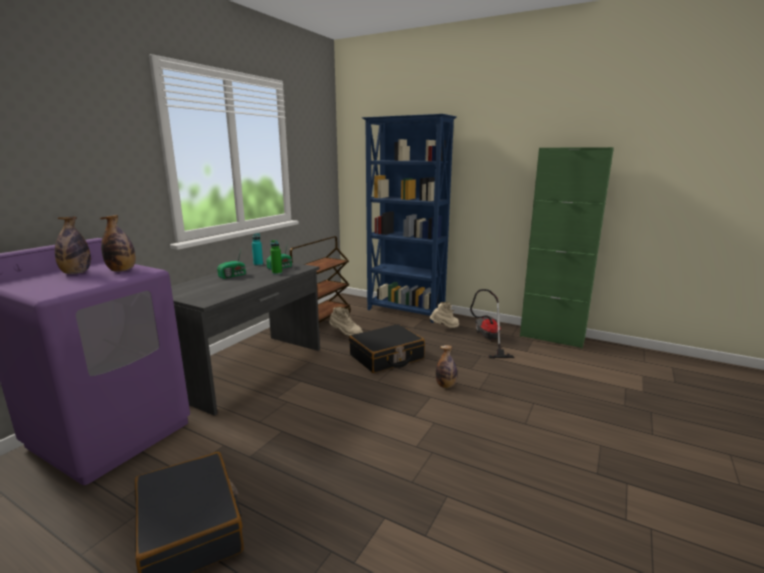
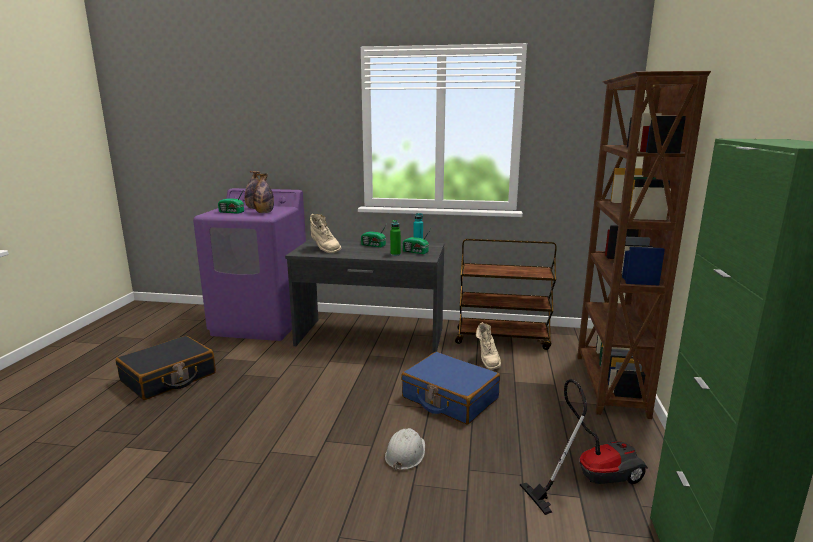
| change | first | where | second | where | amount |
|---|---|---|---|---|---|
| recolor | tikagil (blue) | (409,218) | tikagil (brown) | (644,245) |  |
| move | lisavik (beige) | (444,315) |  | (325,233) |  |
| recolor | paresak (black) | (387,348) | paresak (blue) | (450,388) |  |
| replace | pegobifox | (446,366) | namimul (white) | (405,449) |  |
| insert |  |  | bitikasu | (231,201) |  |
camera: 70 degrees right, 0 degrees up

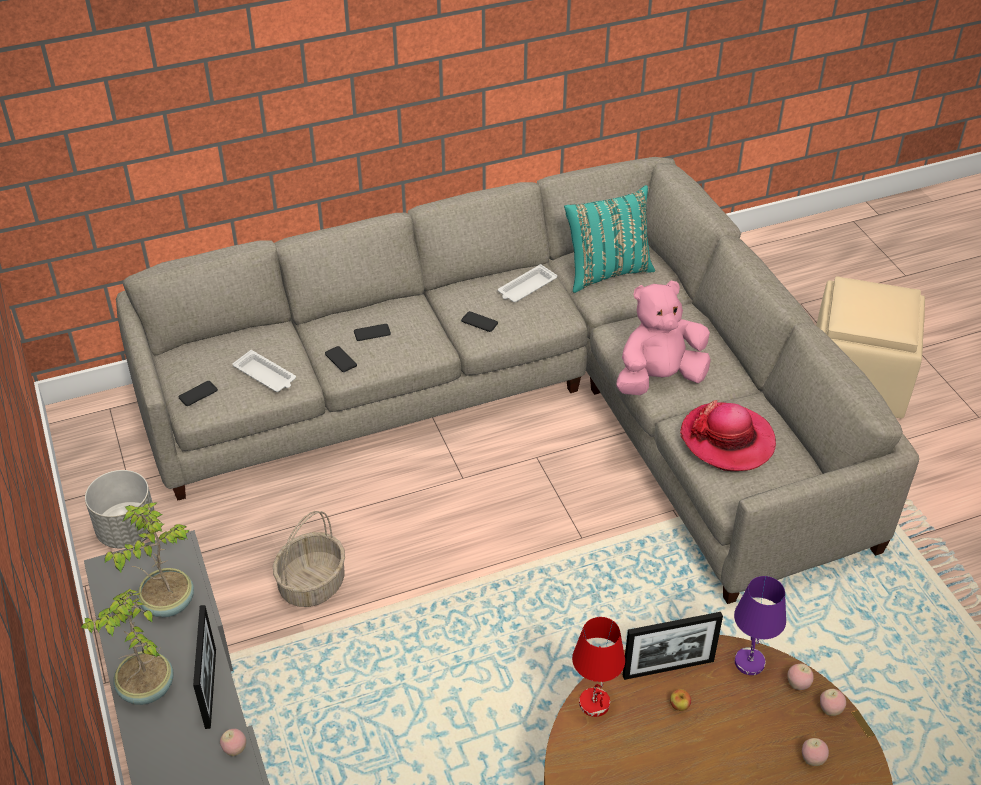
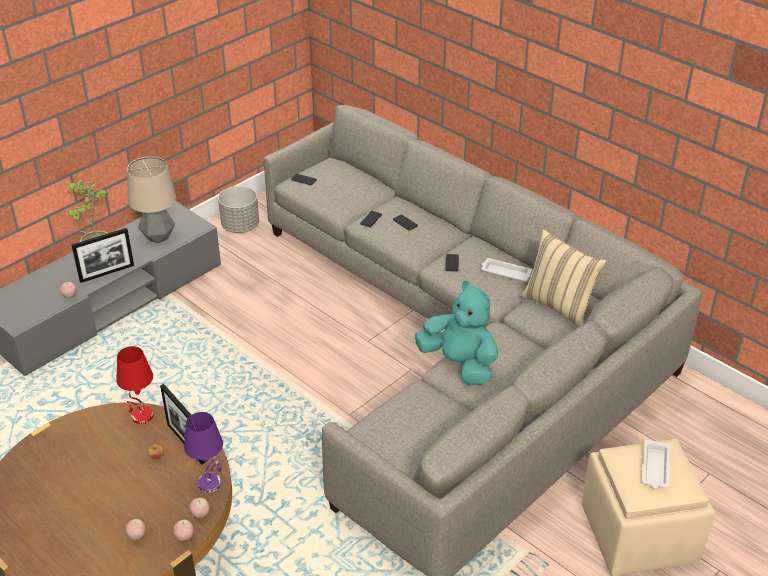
| change | first | where | second | where | amount |
|---|---|---|---|---|---|
| recolor | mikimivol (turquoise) | (609,239) | mikimivol (beige) | (564,278) |  |
| recolor | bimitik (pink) | (663,338) | bimitik (turquoise) | (456,333) |  |
| move | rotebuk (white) | (264,371) |  | (656,464) |  |
| delete | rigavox | (728,435) |  |  |  |
| replace | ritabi | (149,559) | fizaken | (151,199) |  |
| delete | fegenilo | (309,559) |  |  |  |
camera: 65 degrees right, 5 degrees down

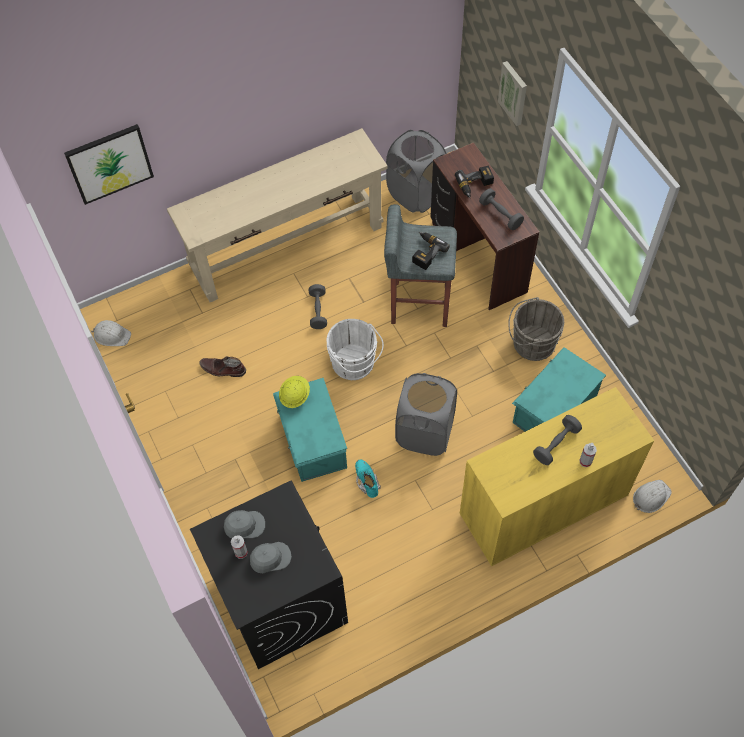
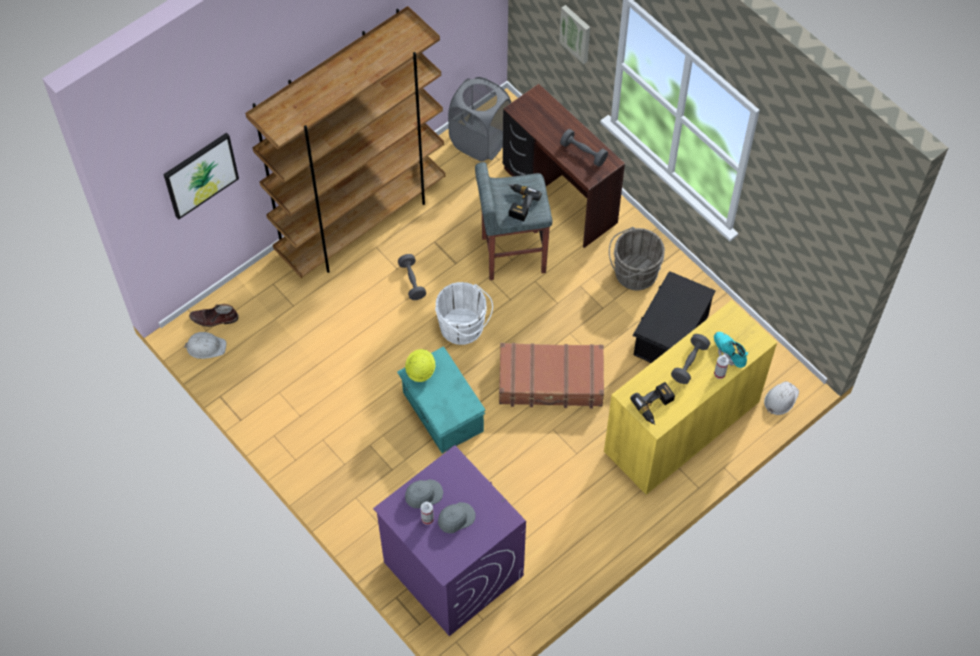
| change | first | where | second | where | amount |
|---|---|---|---|---|---|
| replace | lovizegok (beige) | (277,215) | tikagil (brown) | (345,142) |  |
| move | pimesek | (474,182) |  | (652,403) |  |
| recolor | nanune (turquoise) | (559,389) | nanune (black) | (674,317) |  |
| move | lisavik (brown) | (222,366) |  | (214,315) |  |
| replace | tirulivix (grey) | (426,414) | paresak (brown) | (551,375) |  |
| move | lisavik (turquoise) | (368,479) |  | (731,350) |  |
| recolor | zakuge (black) | (269,575) | zakuge (purple) | (449,541) |  |
camera: 15 degrees left, 0 degrees up

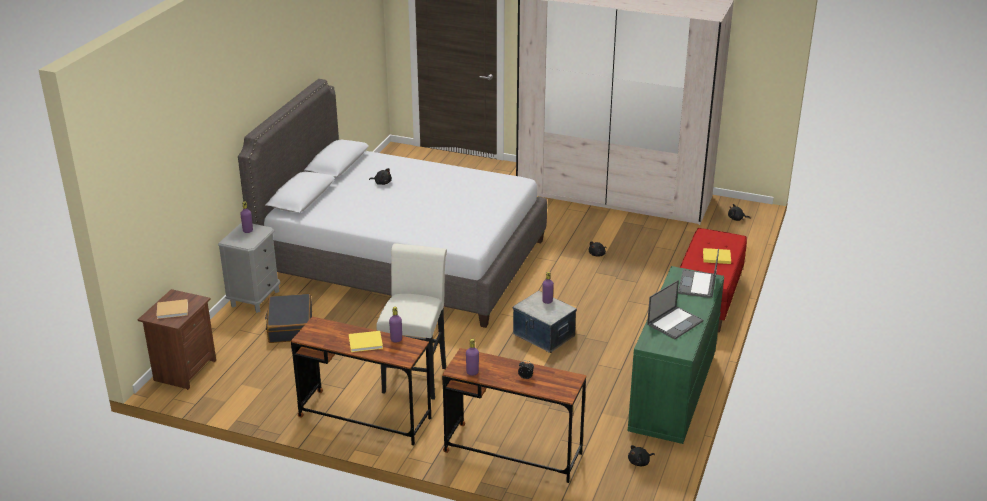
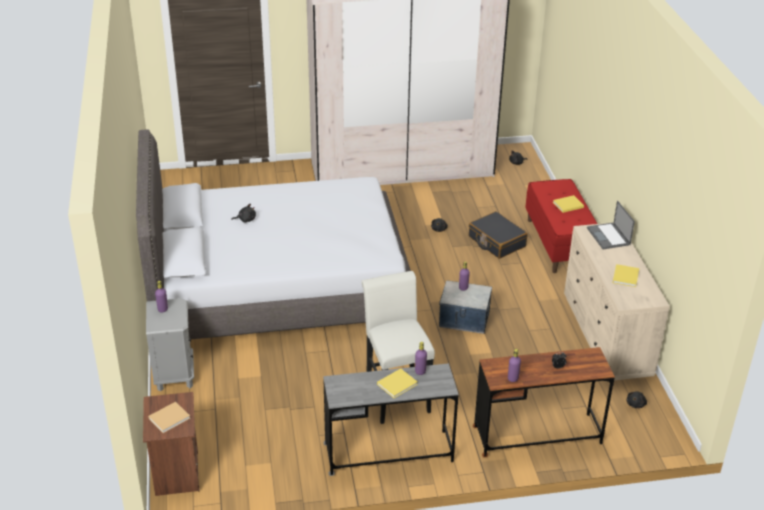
| change | first | where | second | where | amount |
|---|---|---|---|---|---|
| recolor | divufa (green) | (676,355) | divufa (beige) | (617,301) |  |
| replace | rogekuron | (675,309) | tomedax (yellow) | (626,275) |  |
| move | paresak (black) | (288,318) |  | (498,235) |  |
| recolor | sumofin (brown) | (361,381) | sumofin (grey) | (391,419) |  |
camera: 30 degrees left, 5 degrees up

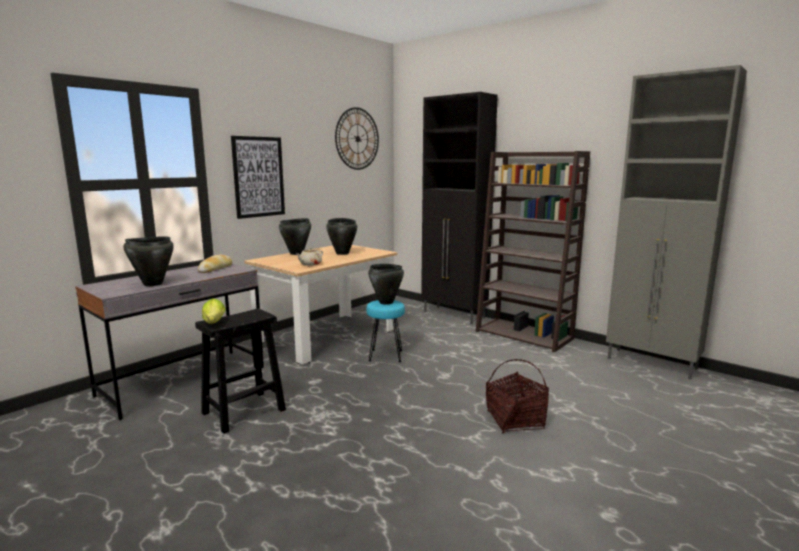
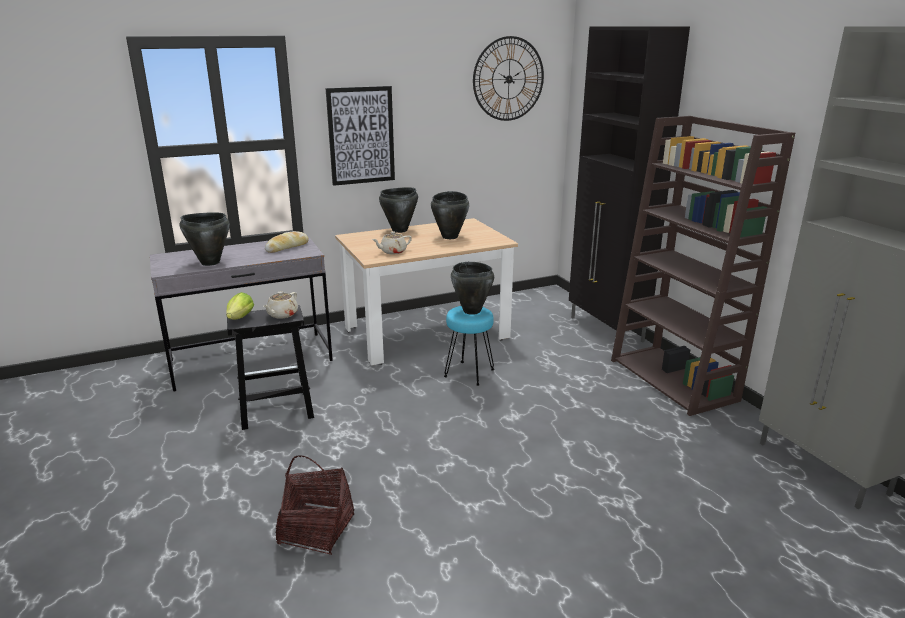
| change | first | where | second | where | amount |
|---|---|---|---|---|---|
| move | fegenilo | (517,396) |  | (314,505) |  |
| insert |  |  | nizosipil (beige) | (280,305) |  |
camera: 25 degrees right, 10 degrees up

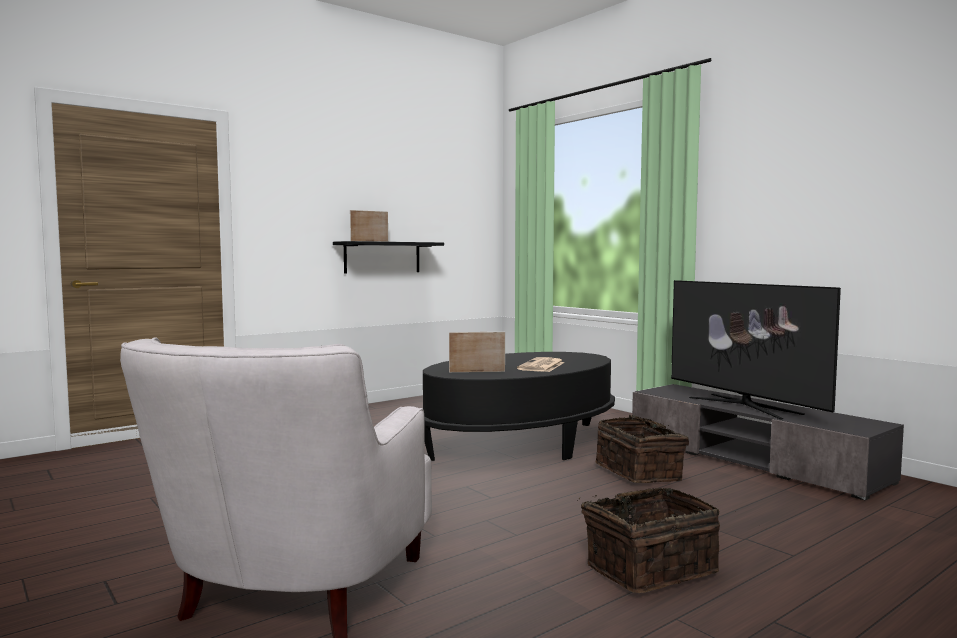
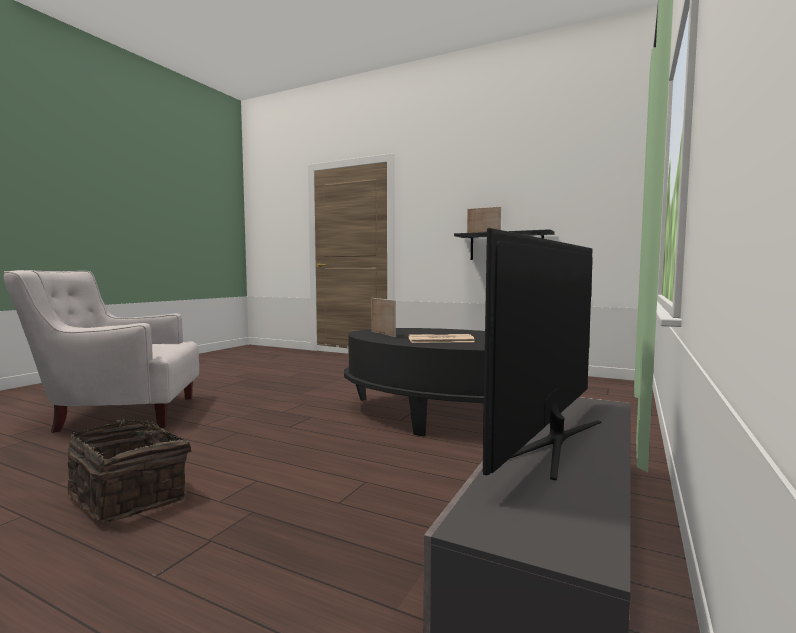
| change | first | where | second | where | amount |
|---|---|---|---|---|---|
| delete | fegenilo | (642,449) |  |  |  |
camera: 65 degrees right, 0 degrees up

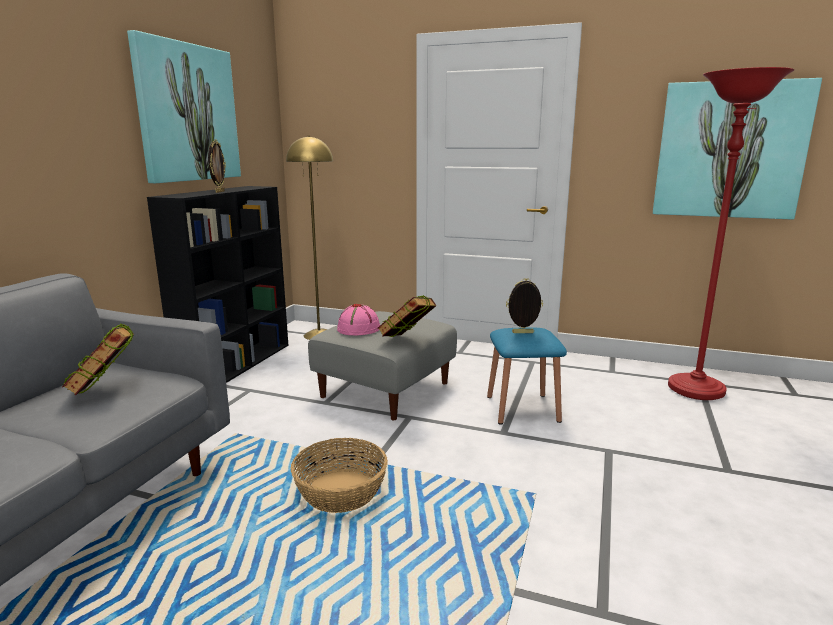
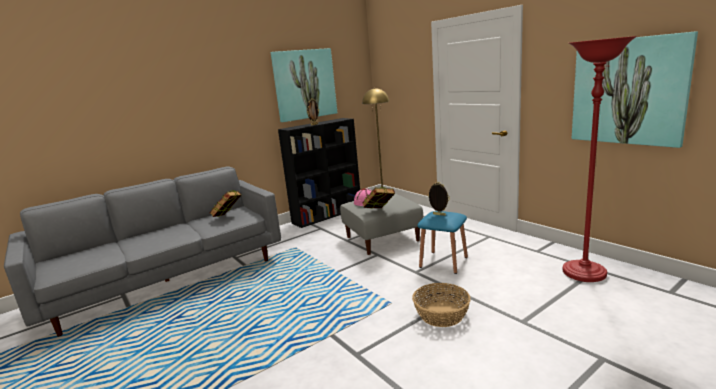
| change | first | where | second | where | amount |
|---|---|---|---|---|---|
| move | fegenilo | (339,475) |  | (441,305) |  |
camera: 35 degrees right, 0 degrees up

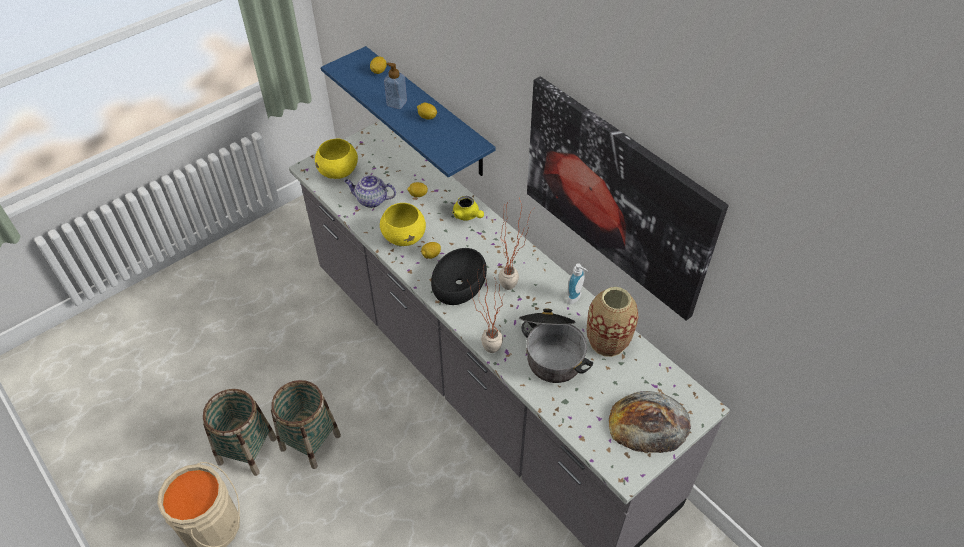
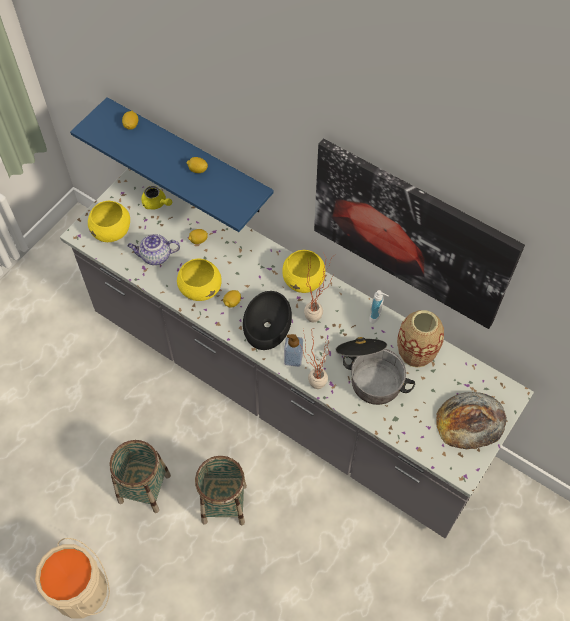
| change | first | where | second | where | amount |
|---|---|---|---|---|---|
| move | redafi | (395,86) |  | (293,350) |  |
| move | nizosipil (yellow) | (468,208) |  | (156,197) |  |
| move | fegenilo | (240,432) |  | (221,490) |  |
| insert |  |  | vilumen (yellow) | (303,271) |  |
camera: 15 degrees left, 10 degrees up

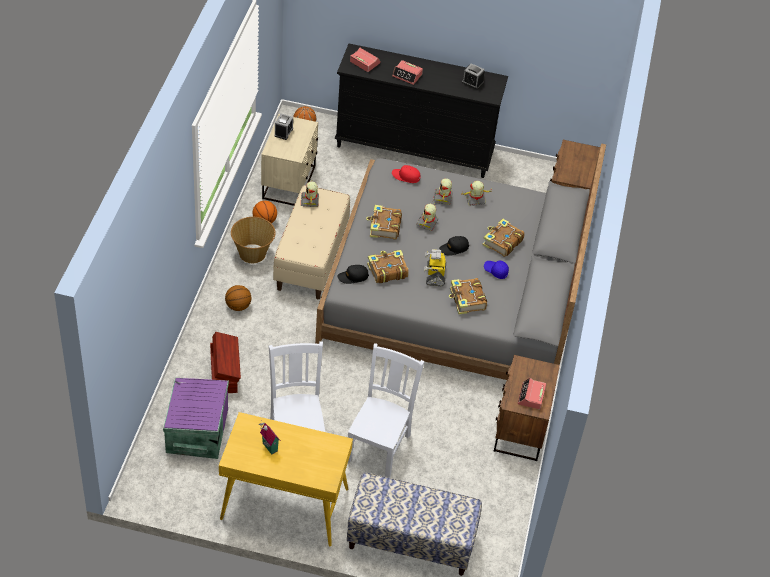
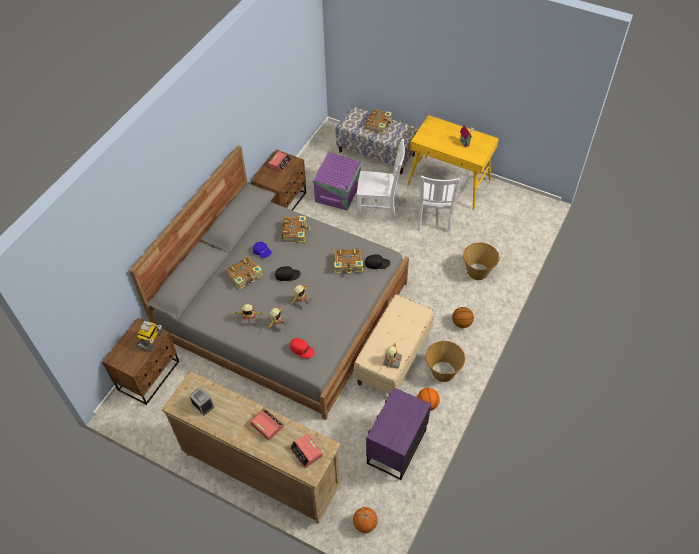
| change | first | where | second | where | amount |
|---|---|---|---|---|---|
| recolor | divufa (black) | (421,111) | divufa (beige) | (251,447) |  |
| delete | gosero | (283,126) |  |  |  |
| recolor | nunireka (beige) | (289,160) | nunireka (purple) | (398,433) |  |
| move | tomedax | (384,222) |  | (379,121) |  |
| move | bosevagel | (435,267) |  | (149,336) |  |
| replace | nanune (brown) | (225,362) | fegenilo | (481,261) |  |
| rotate | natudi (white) | (386,410) |  | (381,179) | 120 degrees counterclockwise |
| move | nanune (purple) | (196,418) |  | (337,181) |  |
camera: 160 degrees left, 5 degrees up

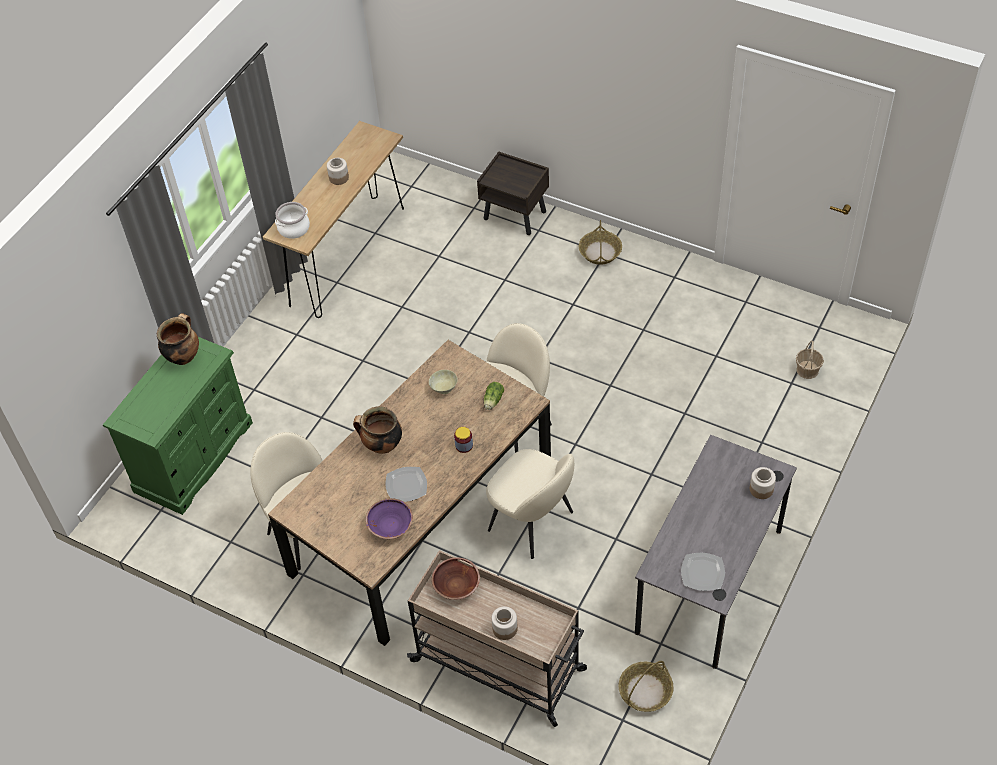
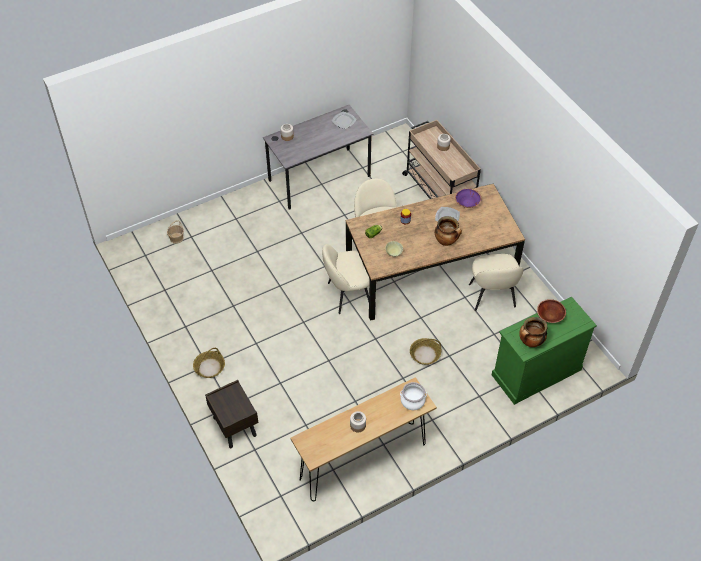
| change | first | where | second | where | amount |
|---|---|---|---|---|---|
| move | vilumen (brown) | (455,579) |  | (551,311) |  |
| move | fegenilo | (646,686) |  | (425,351) |  |
camera: 150 degrees left, 0 degrees up

